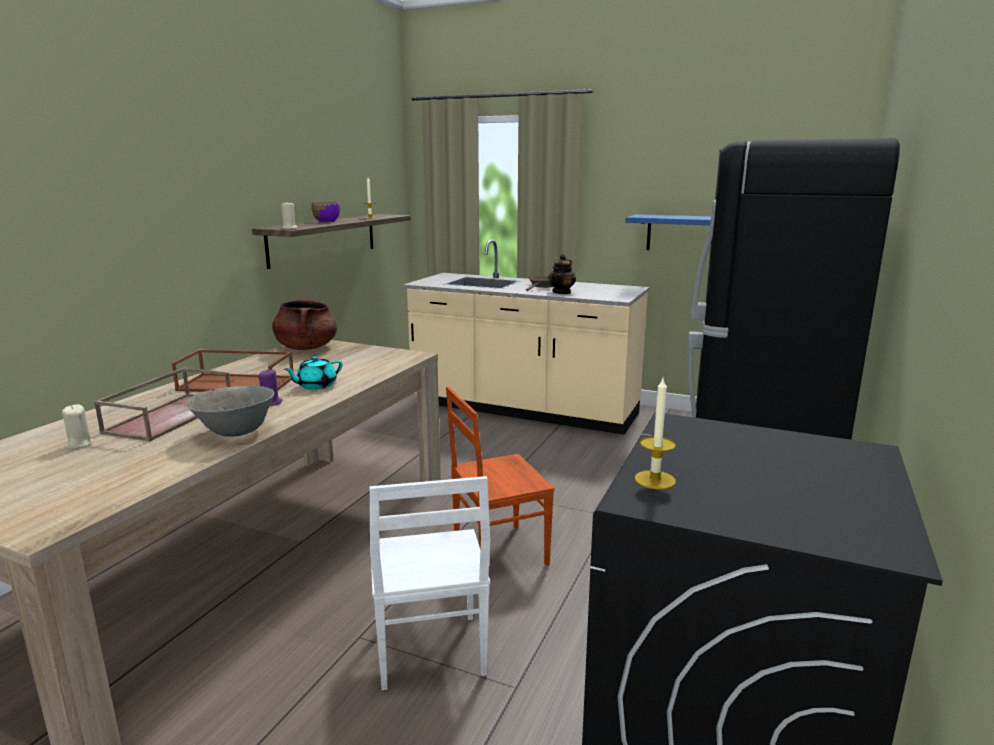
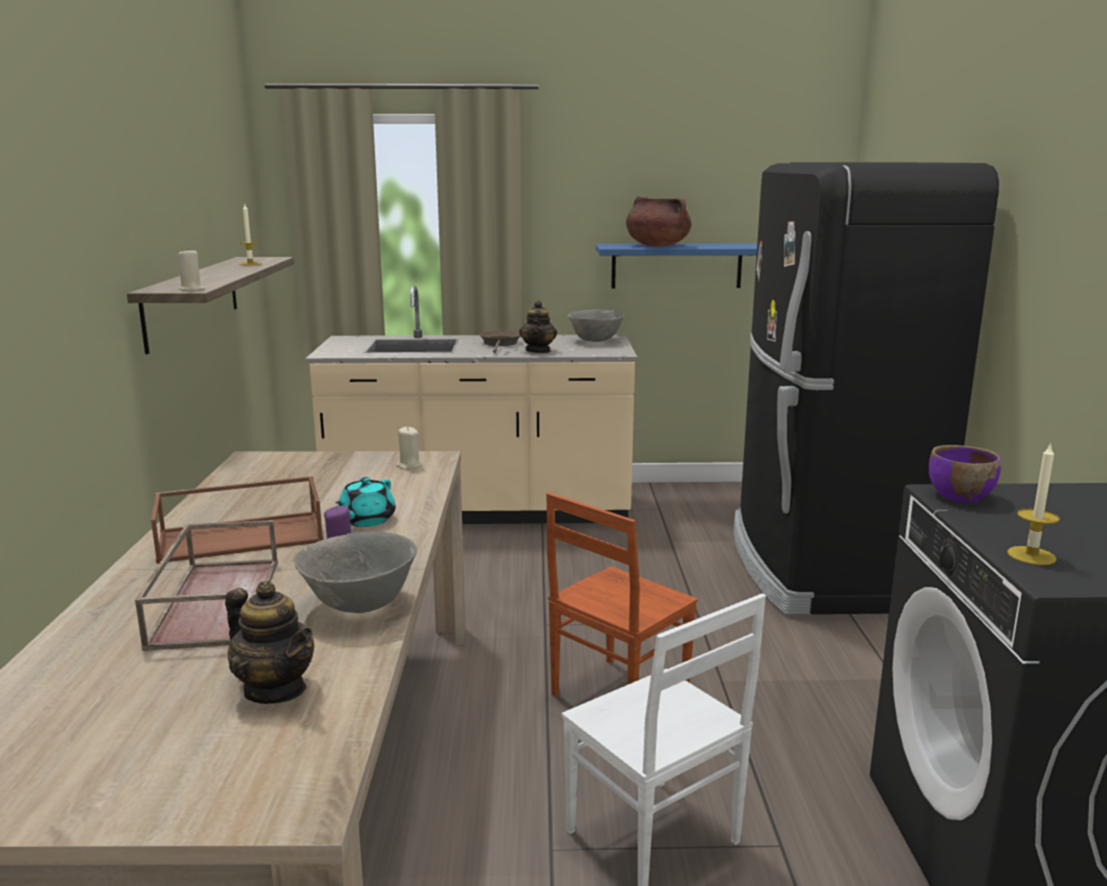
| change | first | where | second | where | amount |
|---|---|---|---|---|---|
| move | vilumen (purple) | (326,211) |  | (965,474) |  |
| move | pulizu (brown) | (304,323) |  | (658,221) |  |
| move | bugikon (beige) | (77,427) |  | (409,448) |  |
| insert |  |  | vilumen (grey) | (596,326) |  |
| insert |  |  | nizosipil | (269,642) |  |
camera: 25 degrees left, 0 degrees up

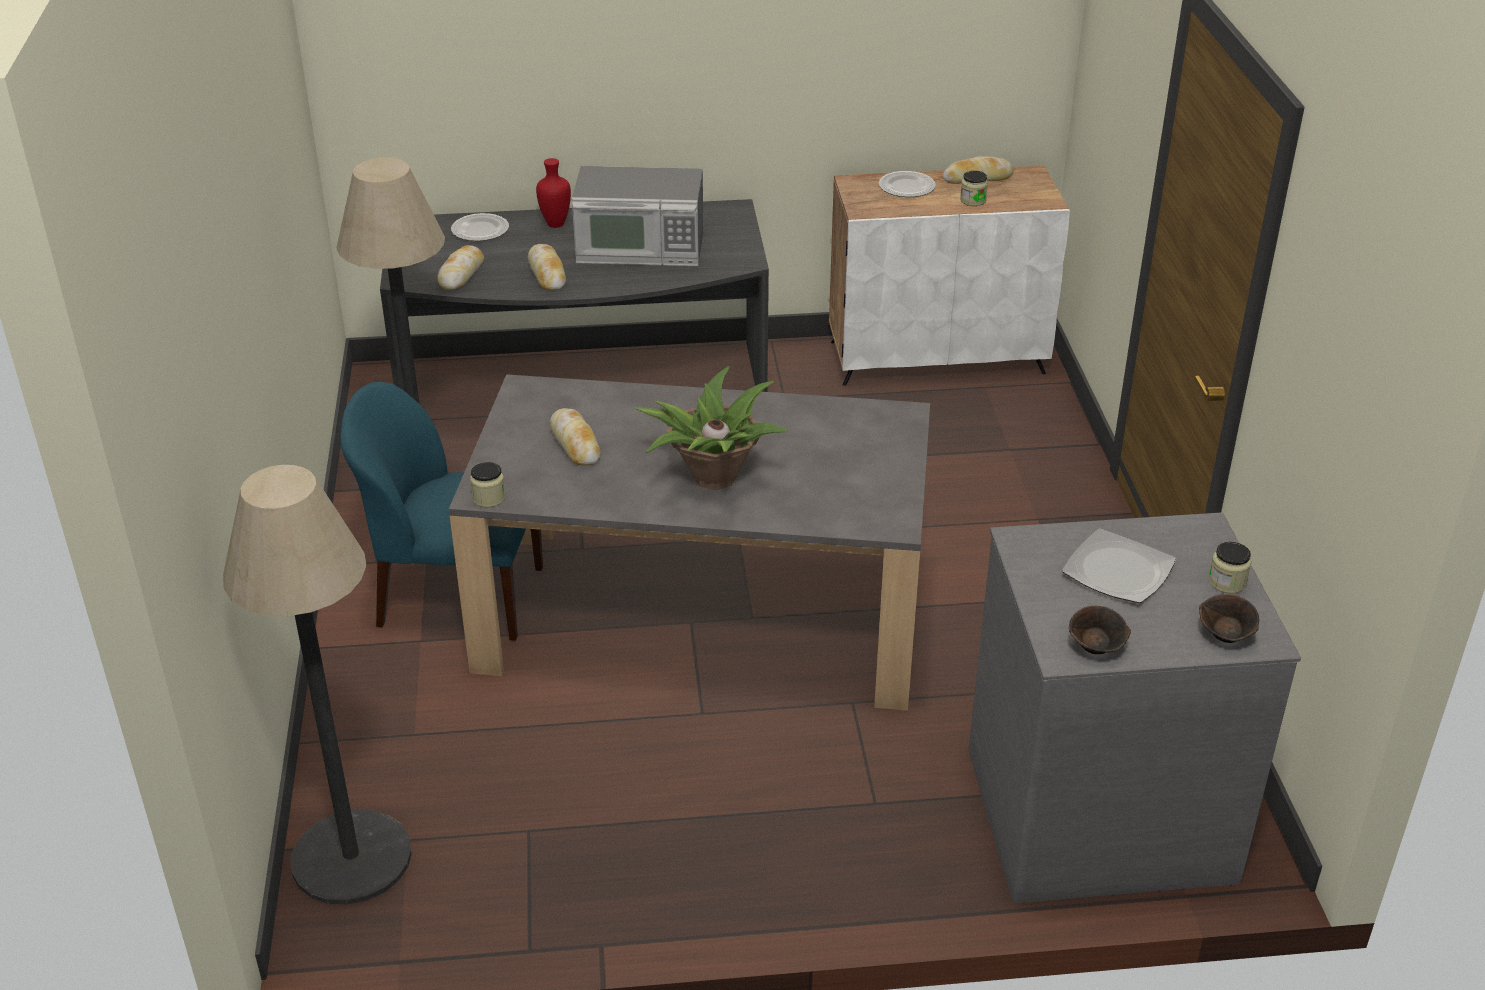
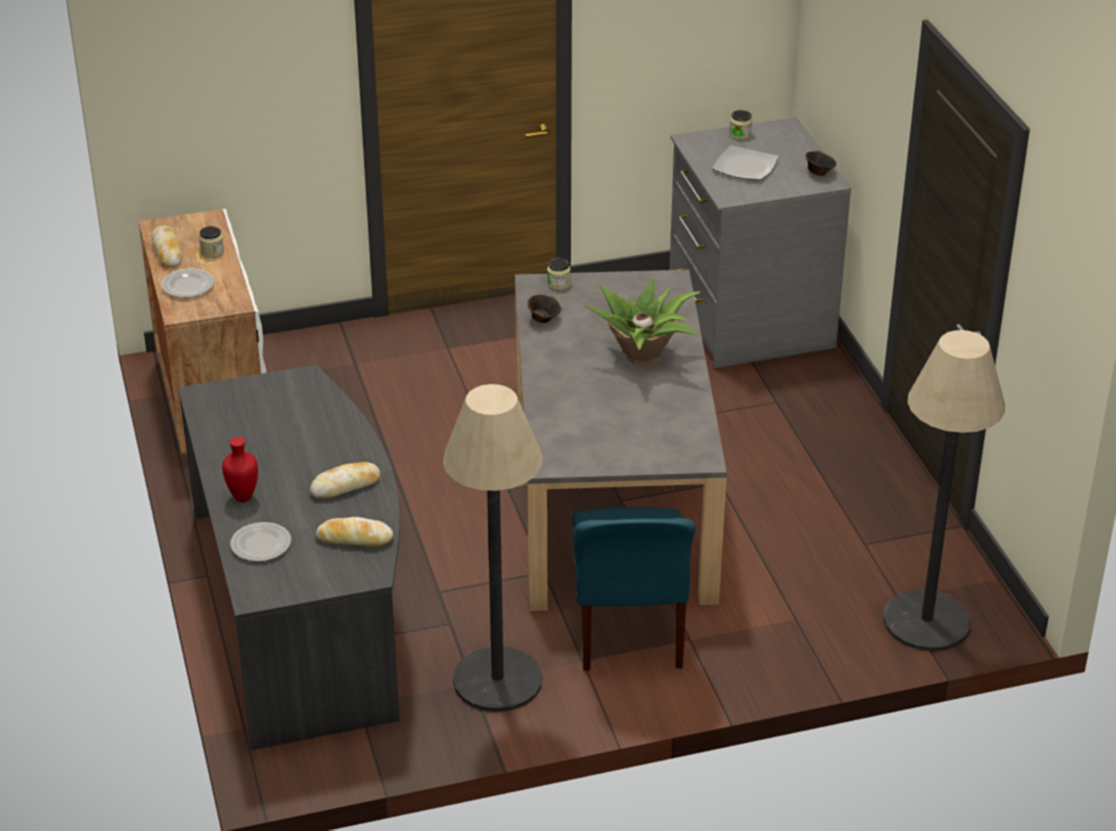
| change | first | where | second | where | amount |
|---|---|---|---|---|---|
| delete | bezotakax | (638,216) |  |  |  |
| delete | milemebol | (575,437) |  |  |  |
| move | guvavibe | (487,484) |  | (558,274) |  |
| move | vilumen (brown) | (1229,618) |  | (544,309) |  |
camera: 100 degrees left, 0 degrees up

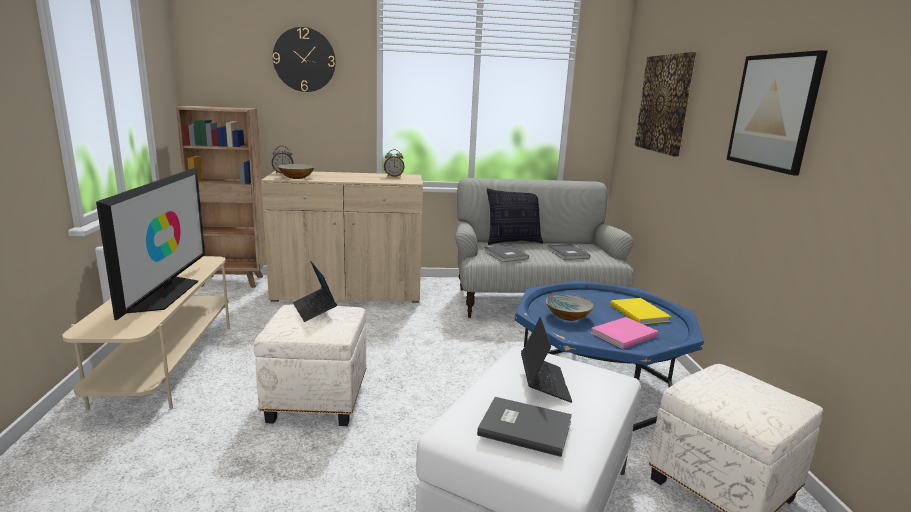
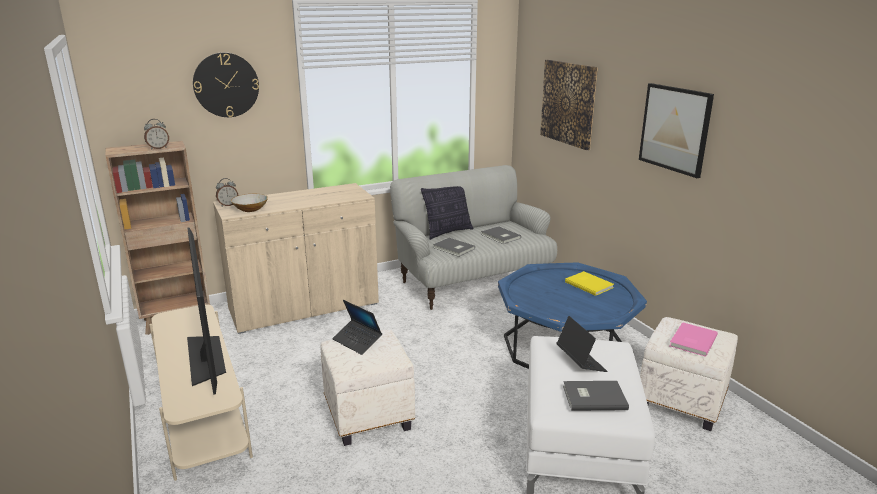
| change | first | where | second | where | amount |
|---|---|---|---|---|---|
| move | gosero | (394,163) |  | (156,134) |  |
| delete | vilumen | (570,307) |  |  |  |
| move | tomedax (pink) | (625,333) |  | (694,339) |  |
camera: 20 degrees left, 5 degrees up

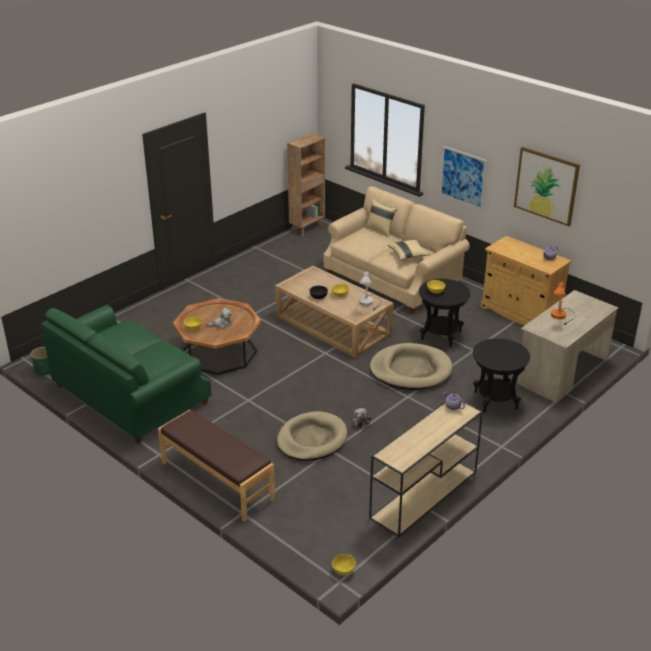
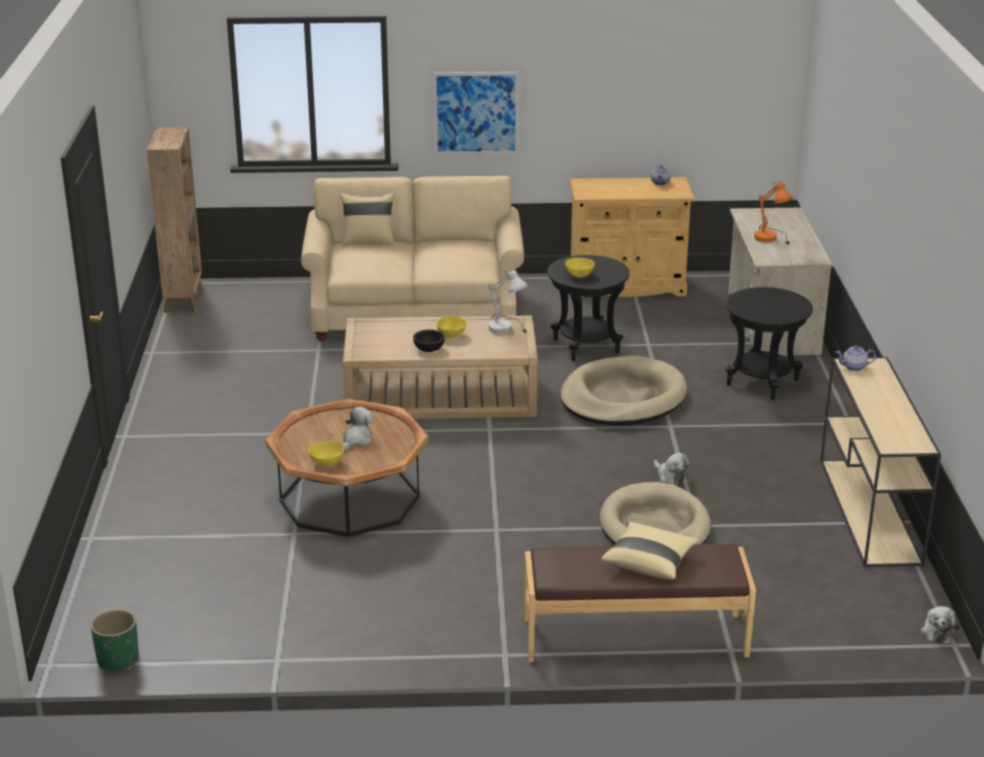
| change | first | where | second | where | amount |
|---|---|---|---|---|---|
| delete | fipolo | (547,186) |  |  |  |
| move | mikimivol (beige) | (409,250) |  | (650,551) |  |
| delete | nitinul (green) | (126,374) |  |  |  |
| replace | vilumen (yellow) | (344,564) | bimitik | (940,625) |  |
camera: 45 degrees left, 5 degrees down

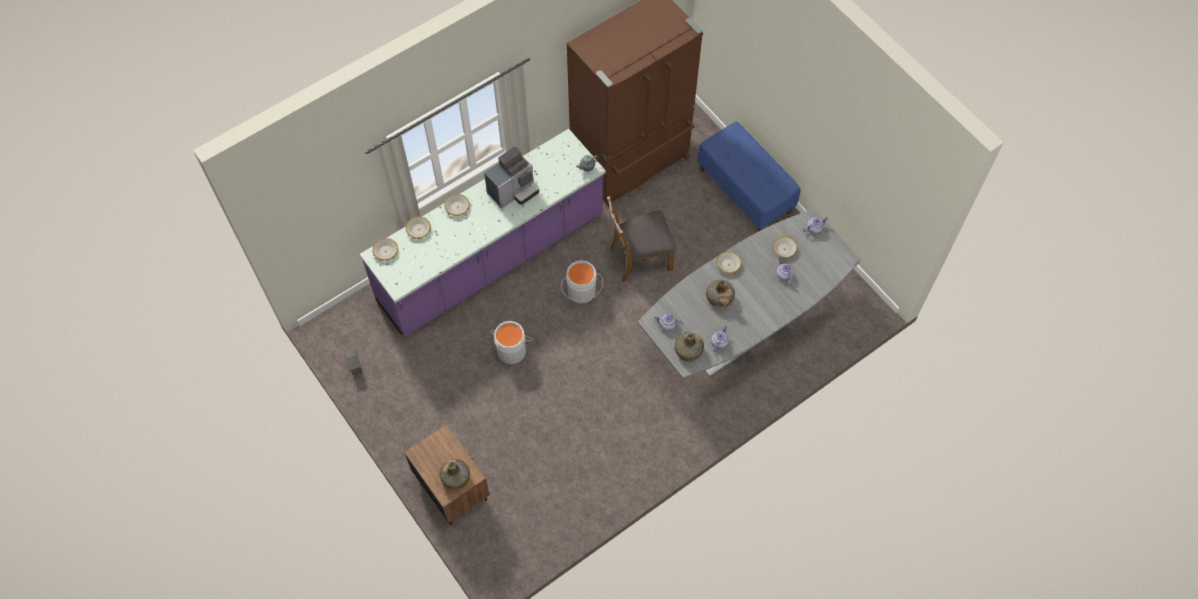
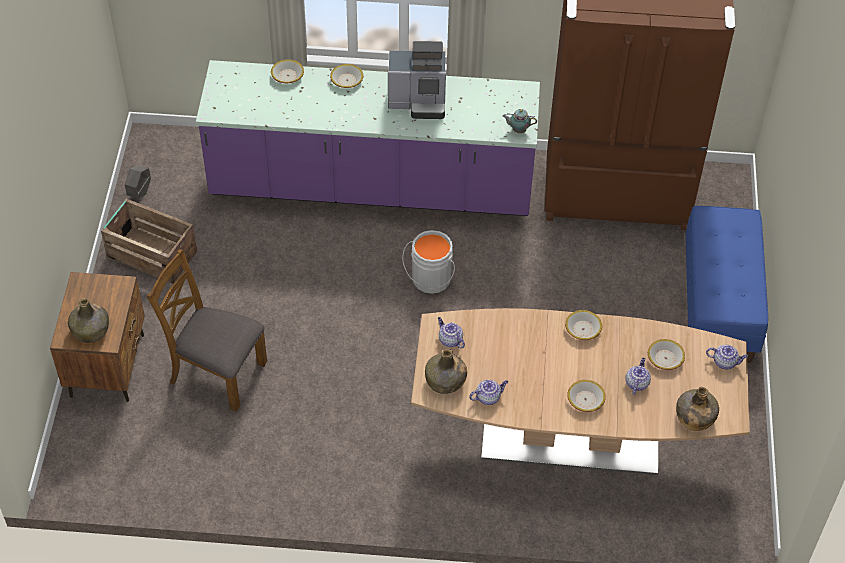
| change | first | where | second | where | amount |
|---|---|---|---|---|---|
| move | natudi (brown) | (641,239) |  | (207,330) |  |
| recolor | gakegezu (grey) | (749,294) | gakegezu (brown) | (580,391) |  |
| move | vilumen | (385,249) |  | (586,396) |  |
| move | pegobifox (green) | (720,294) |  | (697,409) |  |
| delete | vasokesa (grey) | (511,342) |  |  |  |
| insert |  |  | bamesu | (149,241) |  |
camera: 40 degrees right, 10 degrees down

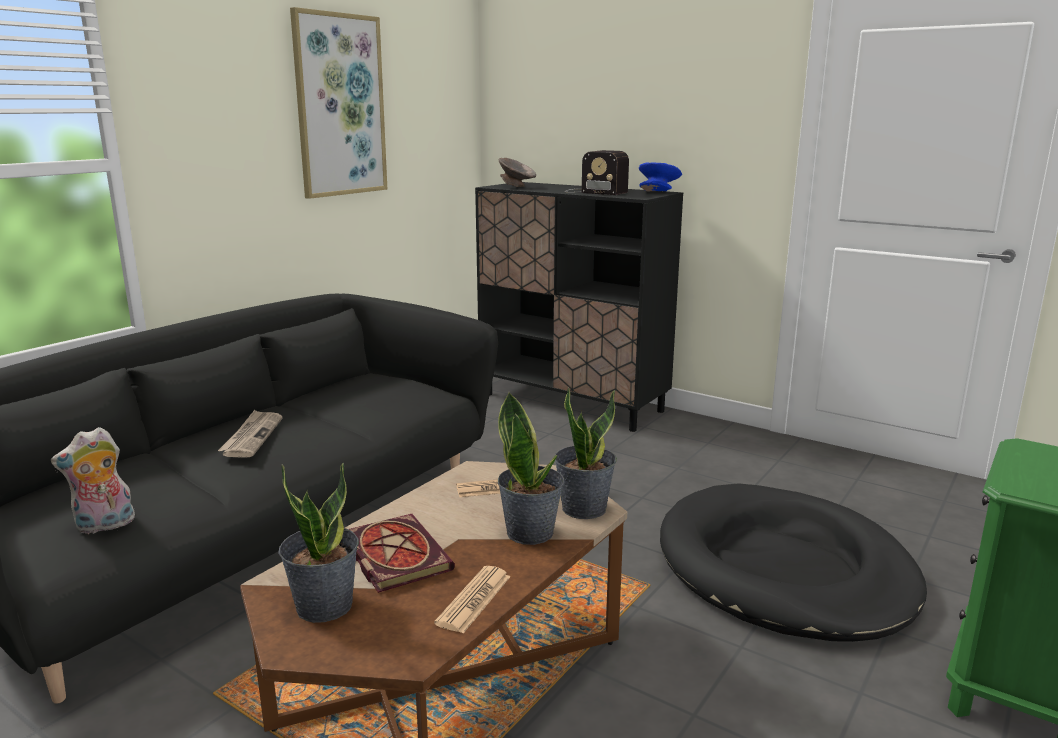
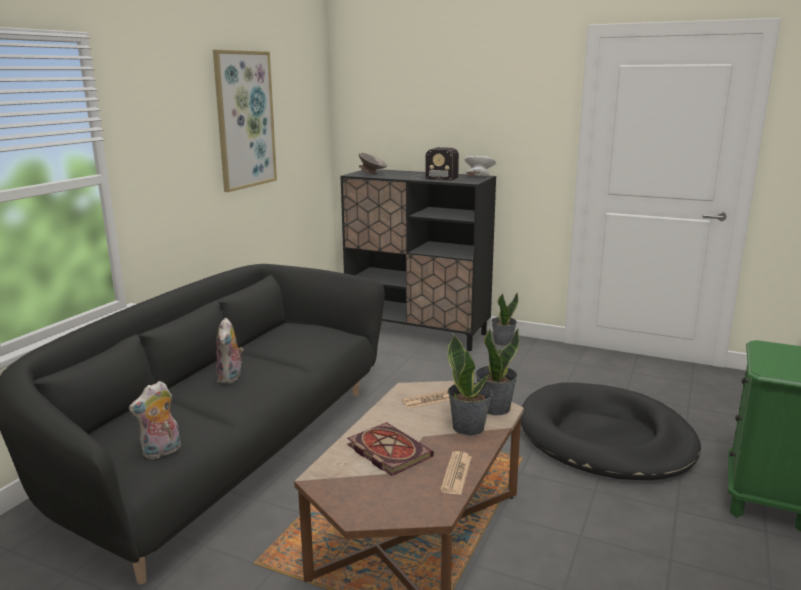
| change | first | where | second | where | amount |
|---|---|---|---|---|---|
| recolor | vilumen (blue) | (660,177) | vilumen (white) | (480,166) |  |
| replace | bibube | (250,433) | bimitik | (230,351) |  |
| move | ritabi | (318,543) |  | (505,319) |  |
camera: 10 degrees left, 0 degrees up

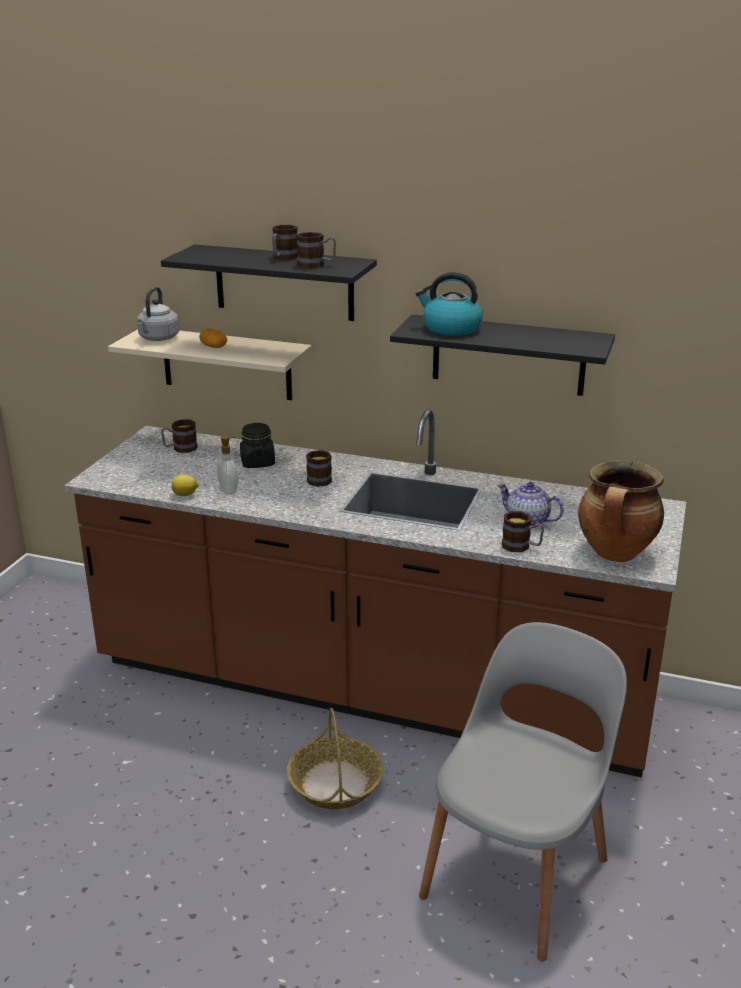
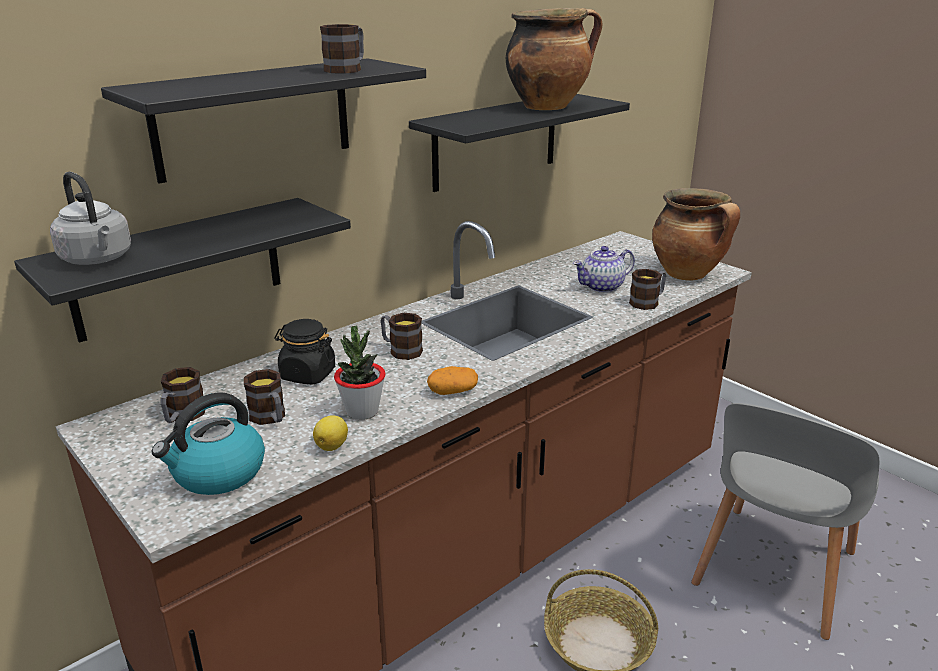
| change | first | where | second | where | amount |
|---|---|---|---|---|---|
| move | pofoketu | (285,242) |  | (264,397) |  |
| move | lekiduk | (449,304) |  | (208,443) |  |
| move | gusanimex | (213,338) |  | (452,380) |  |
| recolor | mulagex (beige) | (210,364) | mulagex (black) | (182,270) |  |
| replace | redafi | (227,465) | ritabi | (360,372) |  |
| rotate | natudi (grey) | (523,791) |  | (785,521) | 120 degrees counterclockwise |
| insert |  |  | pulizu | (554,59) |  |
camera: 60 degrees left, 0 degrees up

